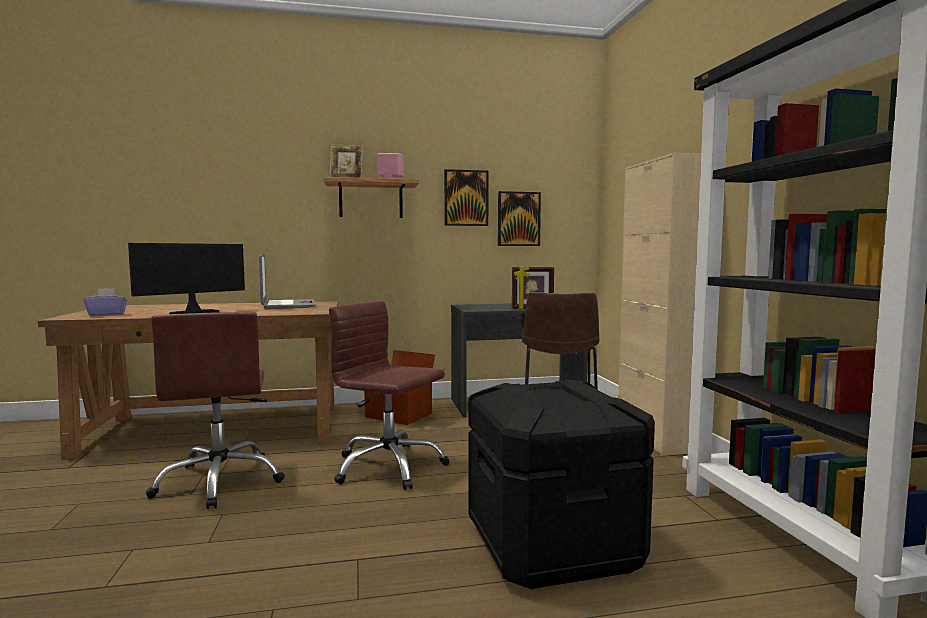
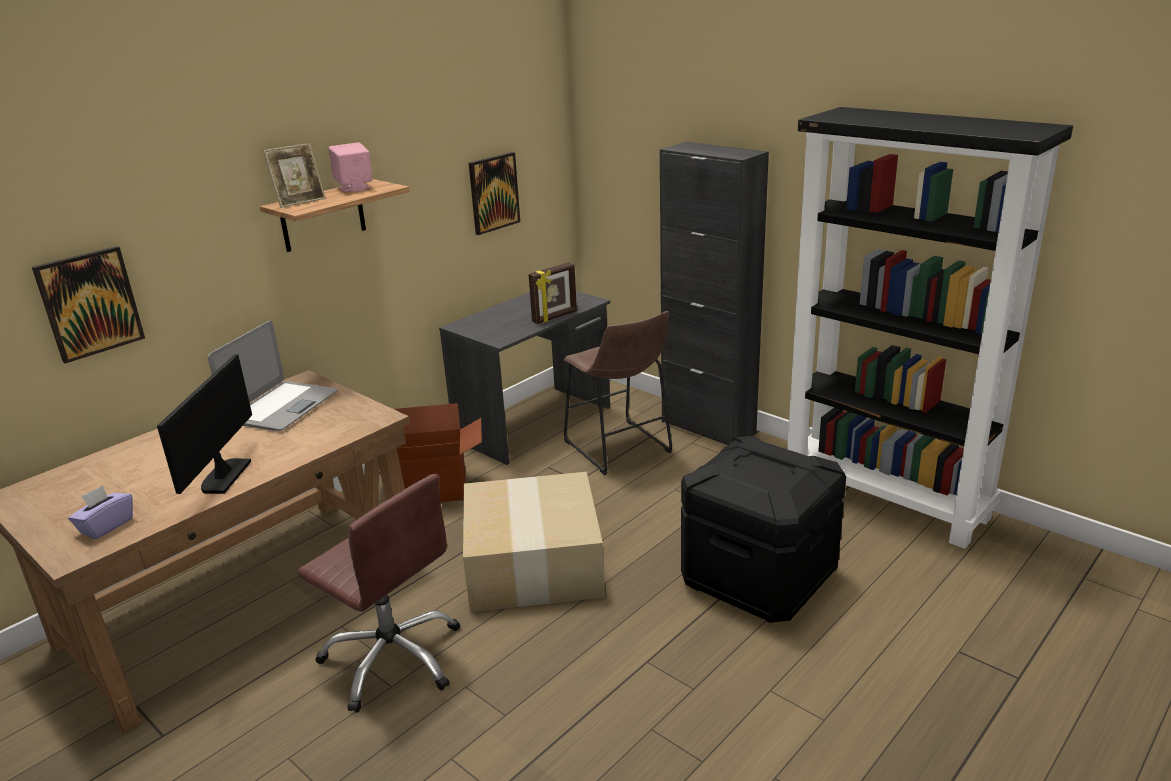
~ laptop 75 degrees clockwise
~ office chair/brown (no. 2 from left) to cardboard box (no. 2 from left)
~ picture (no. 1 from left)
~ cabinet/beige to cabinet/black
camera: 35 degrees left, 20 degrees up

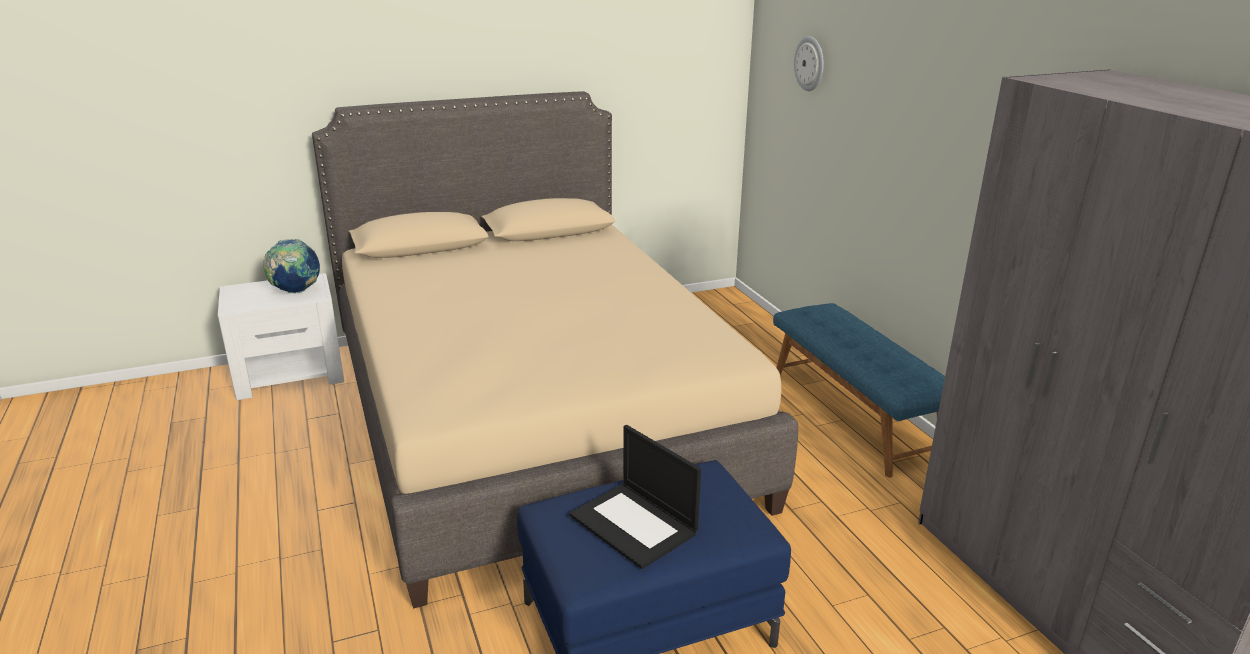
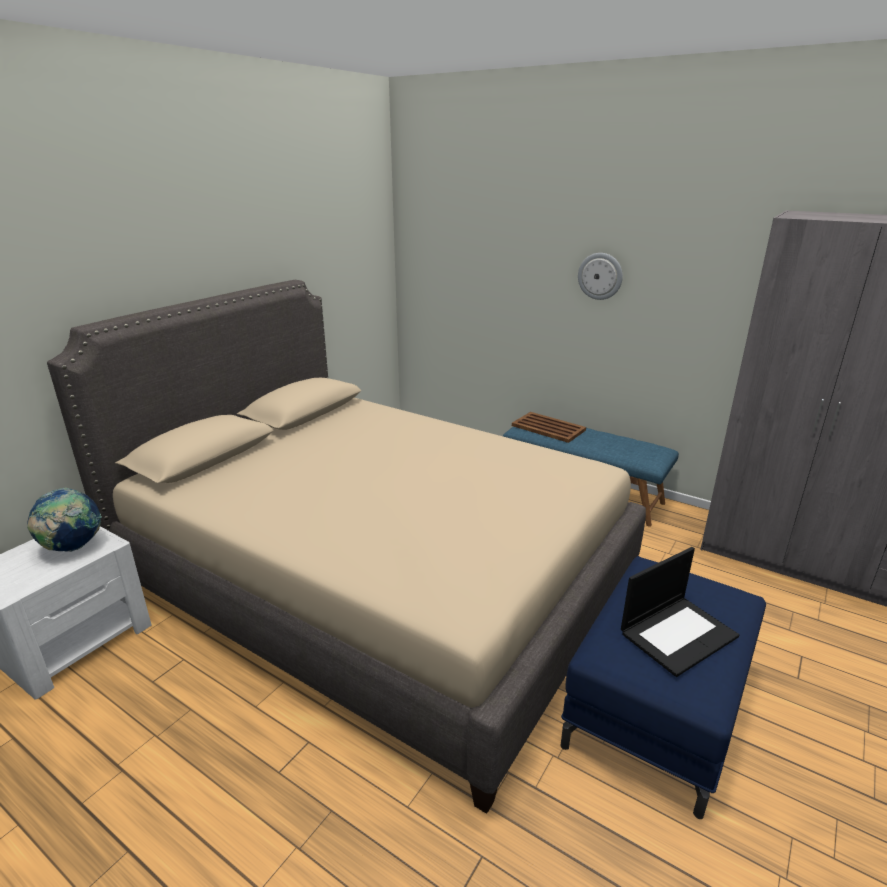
~ laptop 45 degrees counterclockwise
~ wall clock
+ tray/brown
camera: 35 degrees left, 0 degrees up

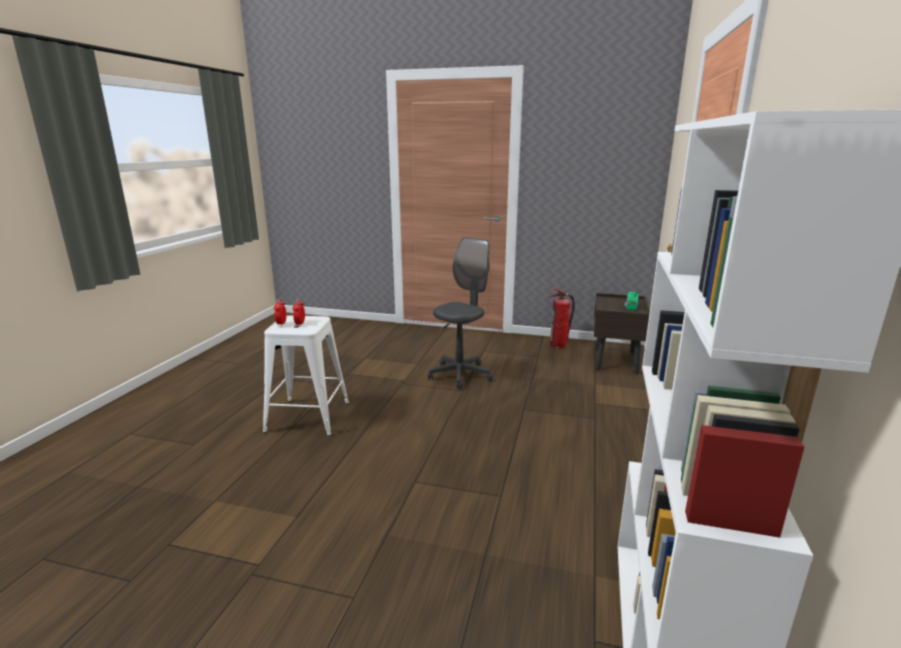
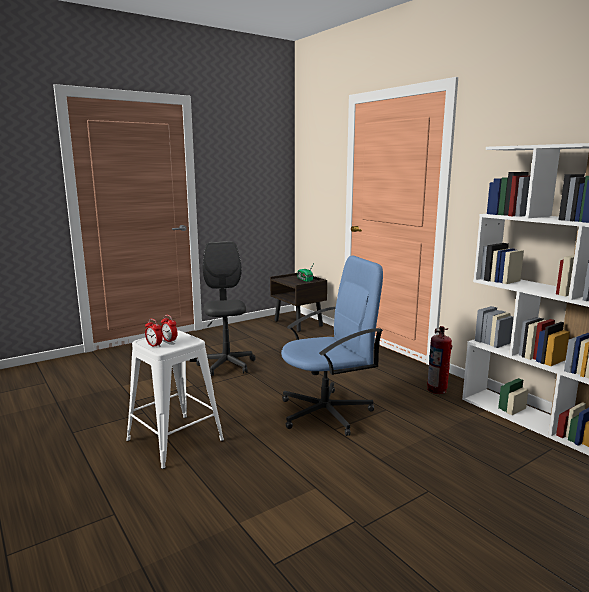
~ fire extinguisher
+ office chair/blue
camera: 50 degrees left, 5 degrees down

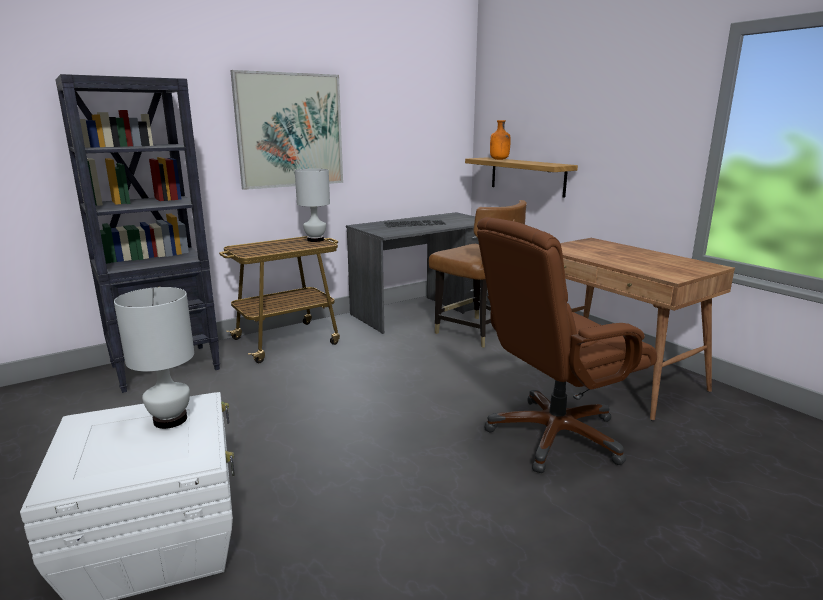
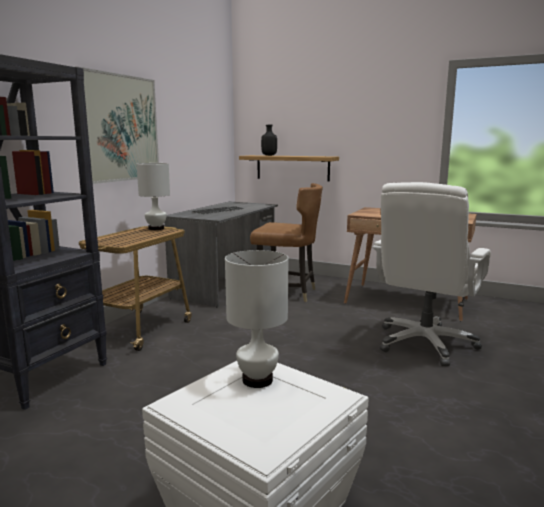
~ office chair/brown to office chair/white
~ bottle/orange to bottle/black
camera: 30 degrees left, 5 degrees down

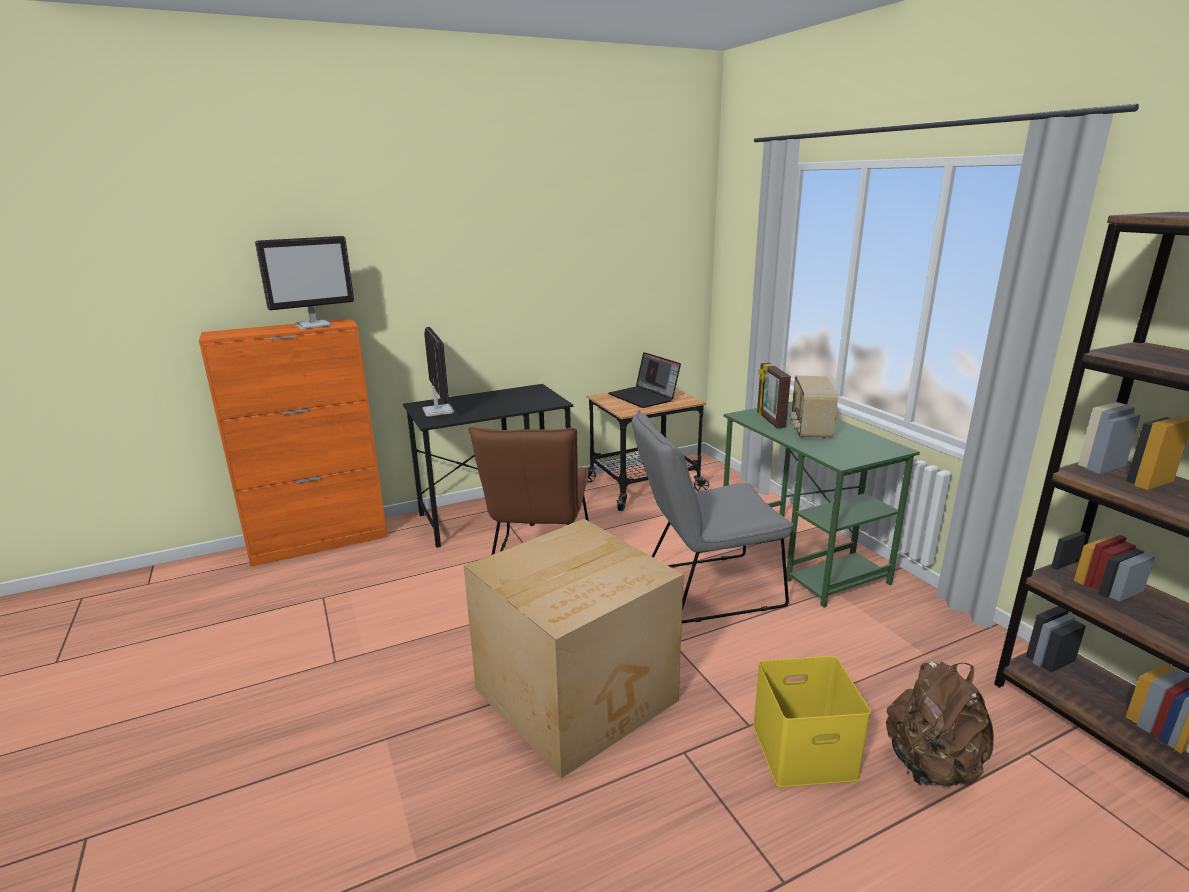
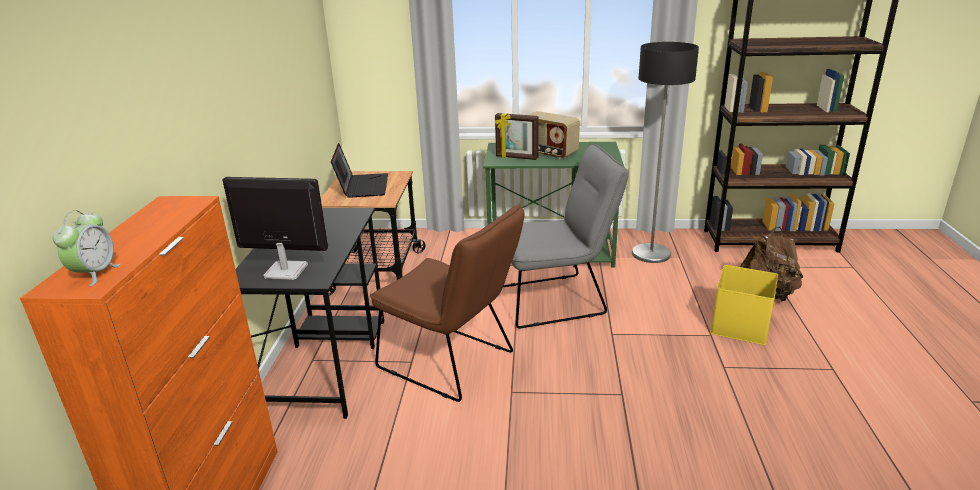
- monitor (no. 1 from left)
- cardboard box
~ laptop 90 degrees counterclockwise
~ chair/grey 120 degrees counterclockwise
+ alarm clock
+ floor lamp
camera: 60 degrees left, 5 degrees up

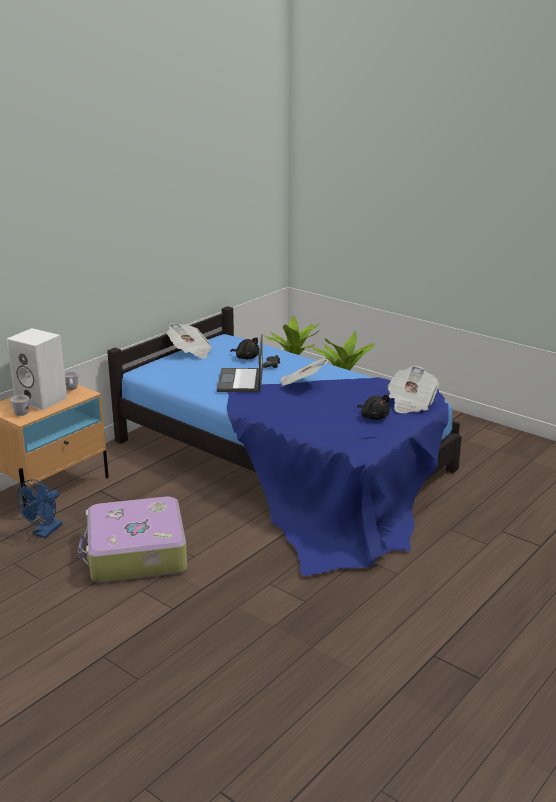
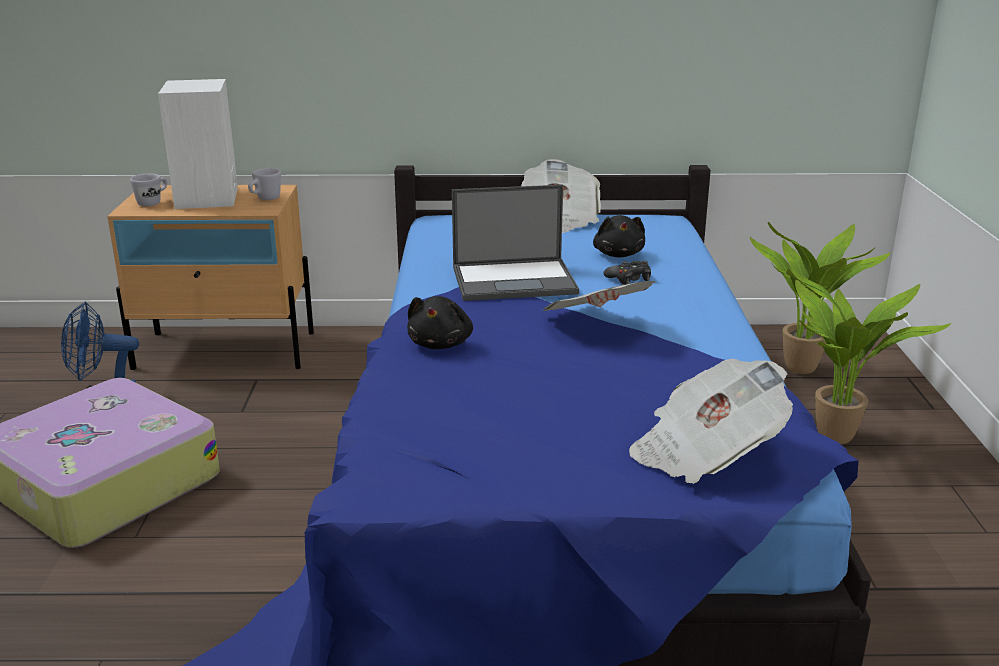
~ laptop 150 degrees counterclockwise
~ plush toy/black (no. 2 from left in the first image) to plush toy/black (no. 1 from left)
camera: 50 degrees right, 0 degrees up

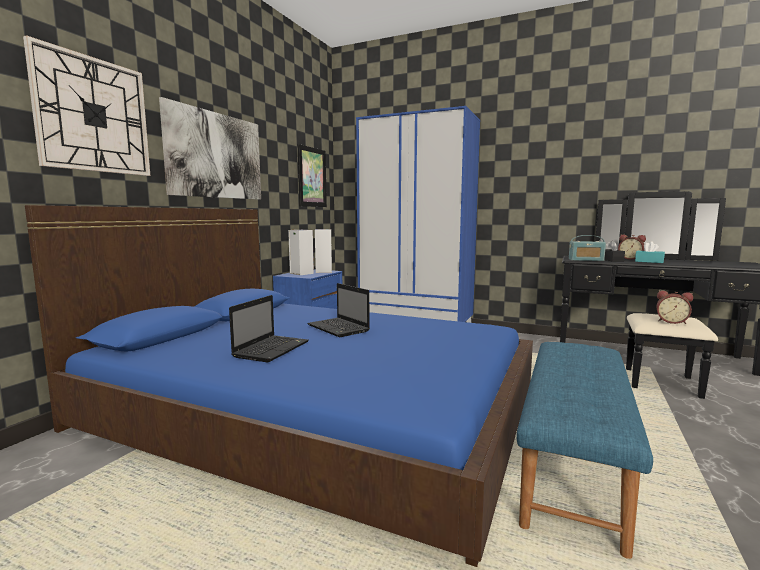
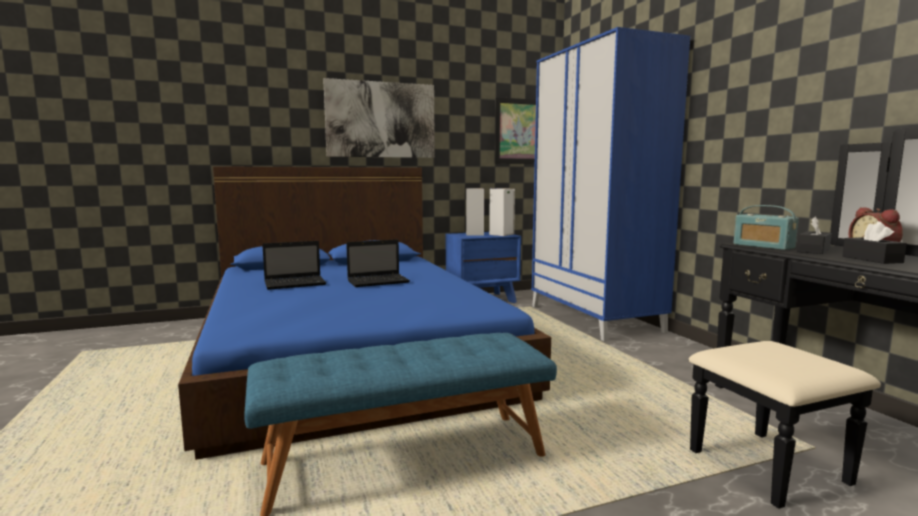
- wall clock
~ laptop (no. 2 from left) 120 degrees counterclockwise
~ tissue box/turquoise to tissue box/black (no. 2 from left)
- alarm clock (no. 2 from left)
camera: 45 degrees right, 0 degrees up

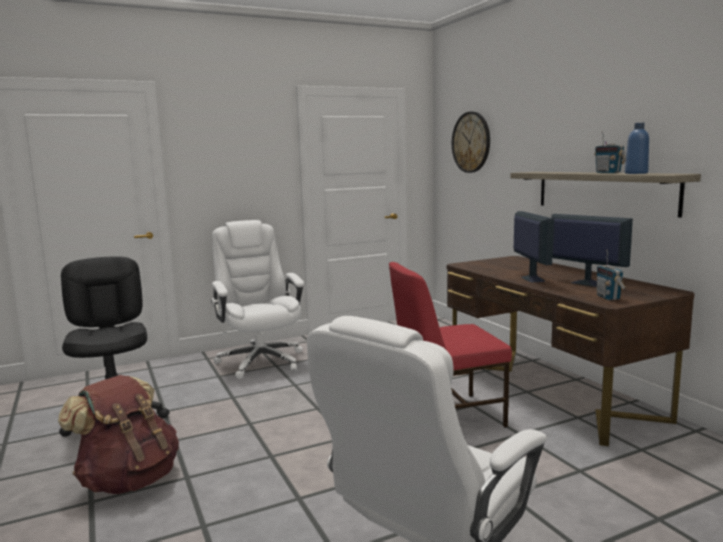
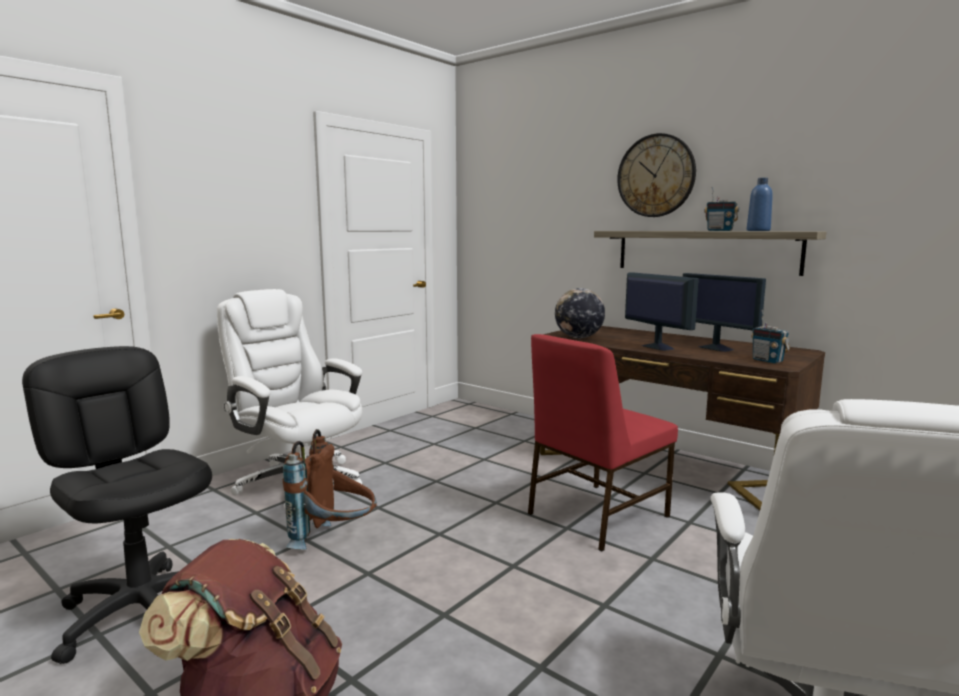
~ wall clock
~ monitor (no. 2 from left) 150 degrees counterclockwise
+ backpack/brown (no. 2 from left)
+ globe
camera: 25 degrees left, 0 degrees up

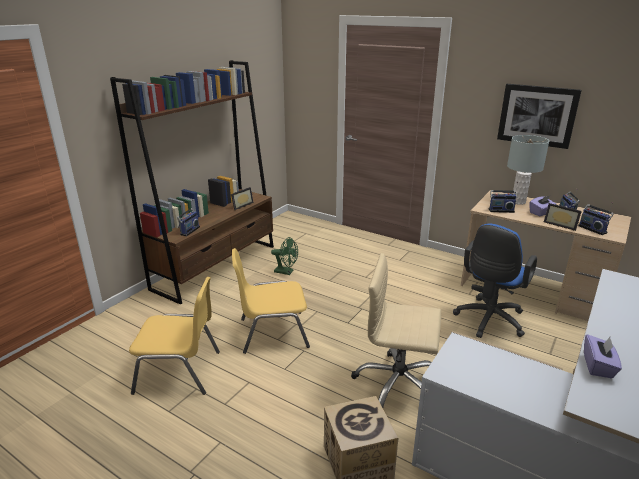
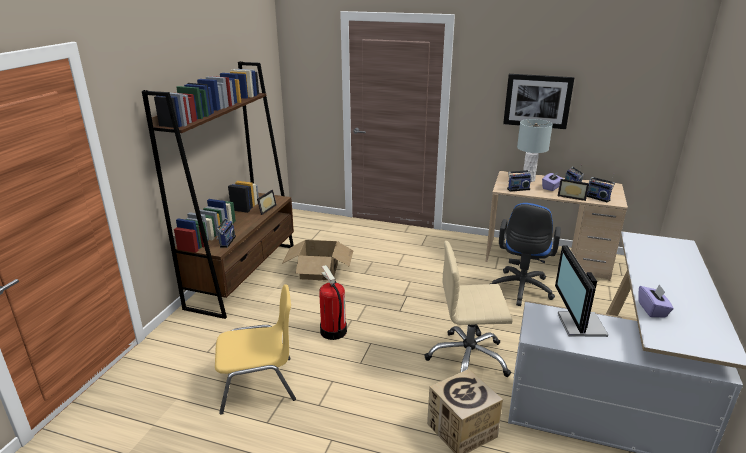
~ chair/yellow (no. 2 from left) to fire extinguisher
~ fan/green to cardboard box (no. 1 from left)
+ monitor
camera: 15 degrees left, 0 degrees up

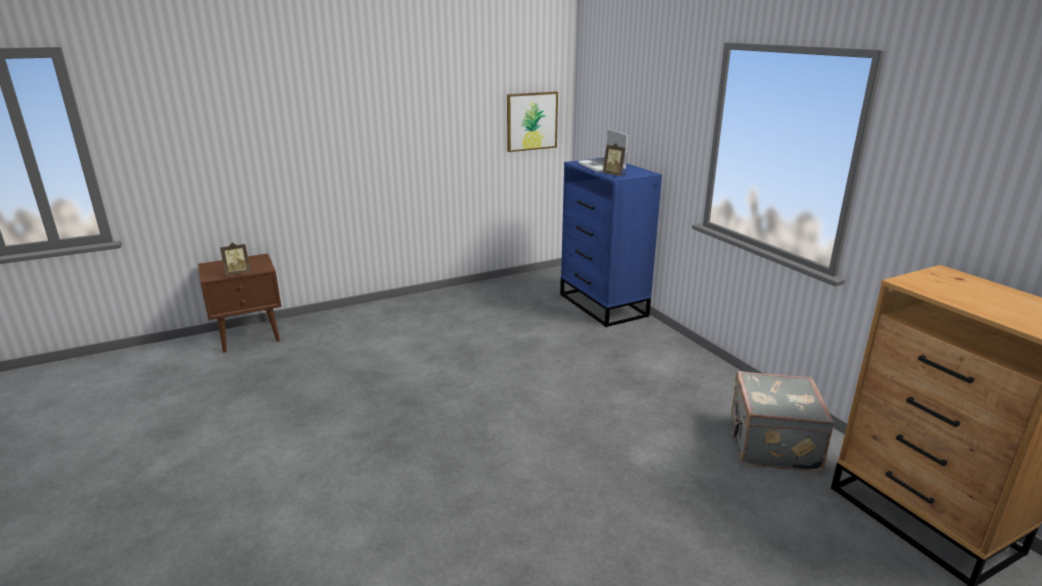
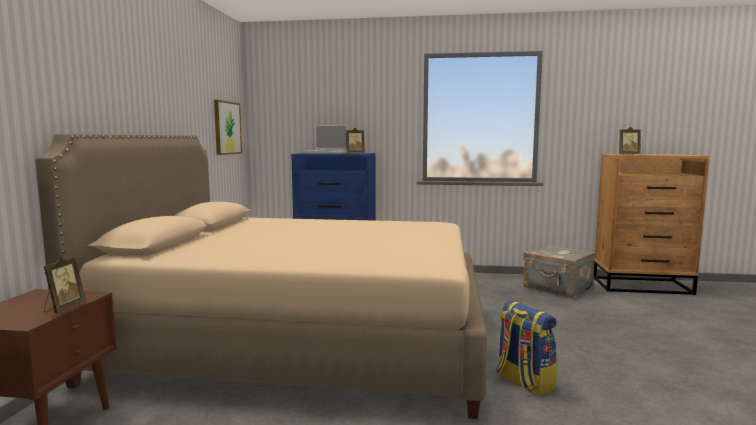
+ bed/beige
+ backpack
+ picture frame (no. 3 from left)
camera: 55 degrees left, 15 degrees down

